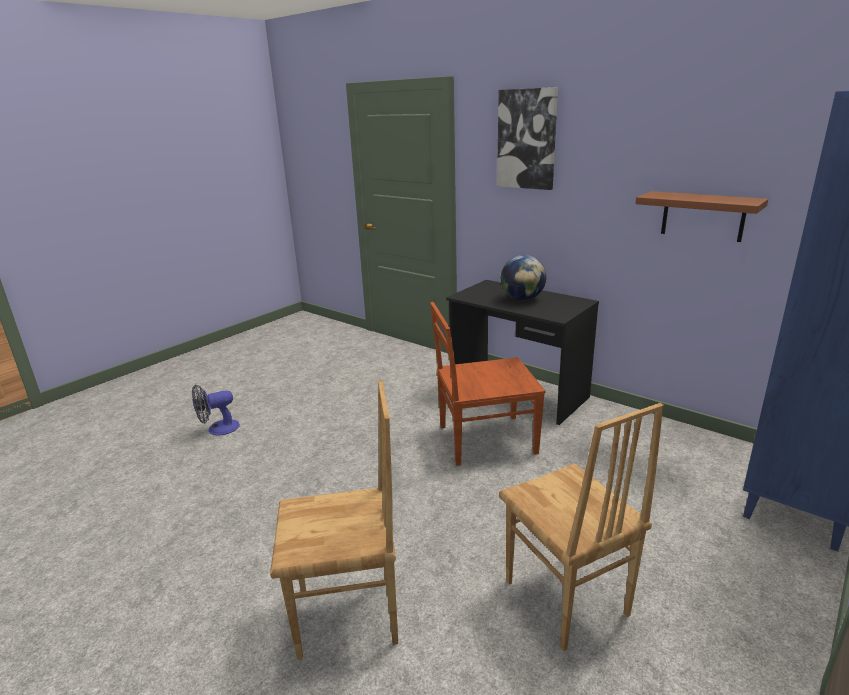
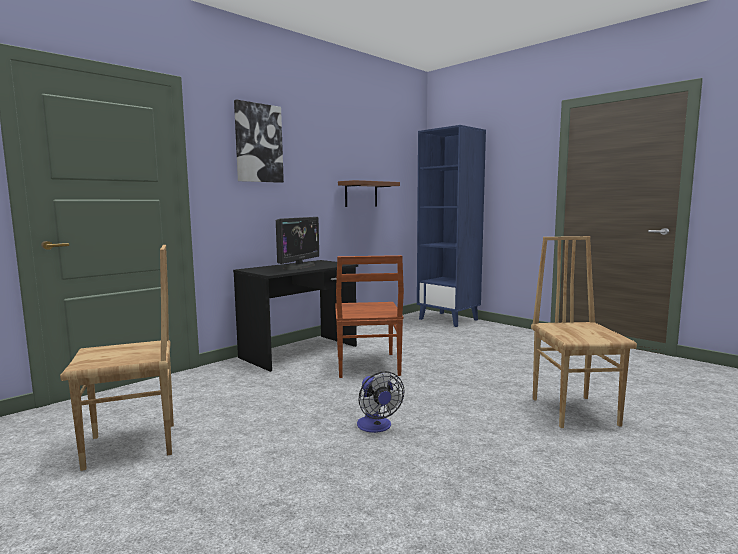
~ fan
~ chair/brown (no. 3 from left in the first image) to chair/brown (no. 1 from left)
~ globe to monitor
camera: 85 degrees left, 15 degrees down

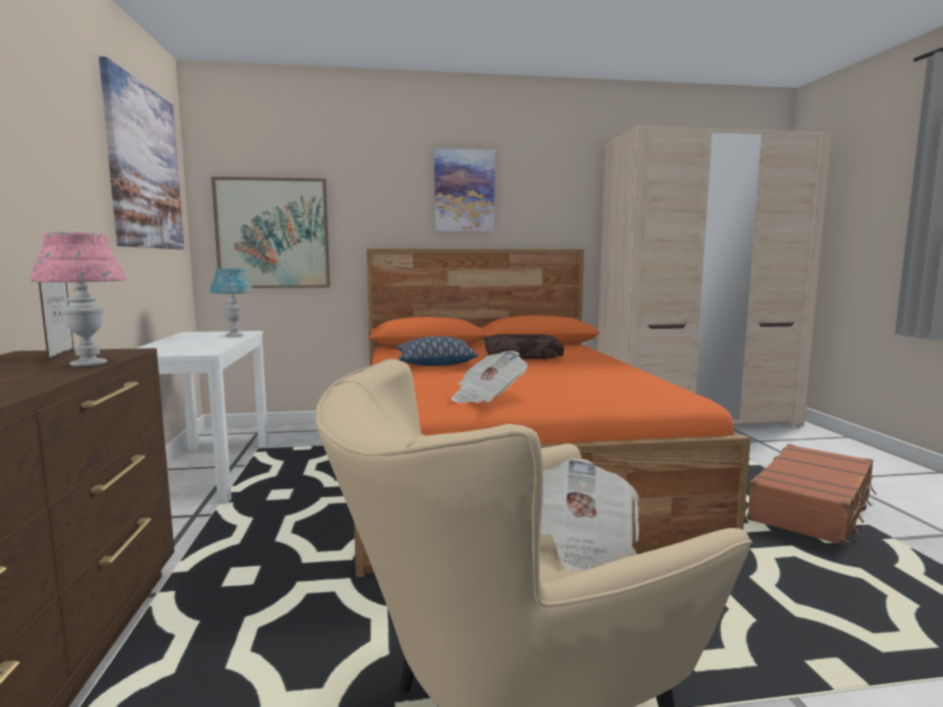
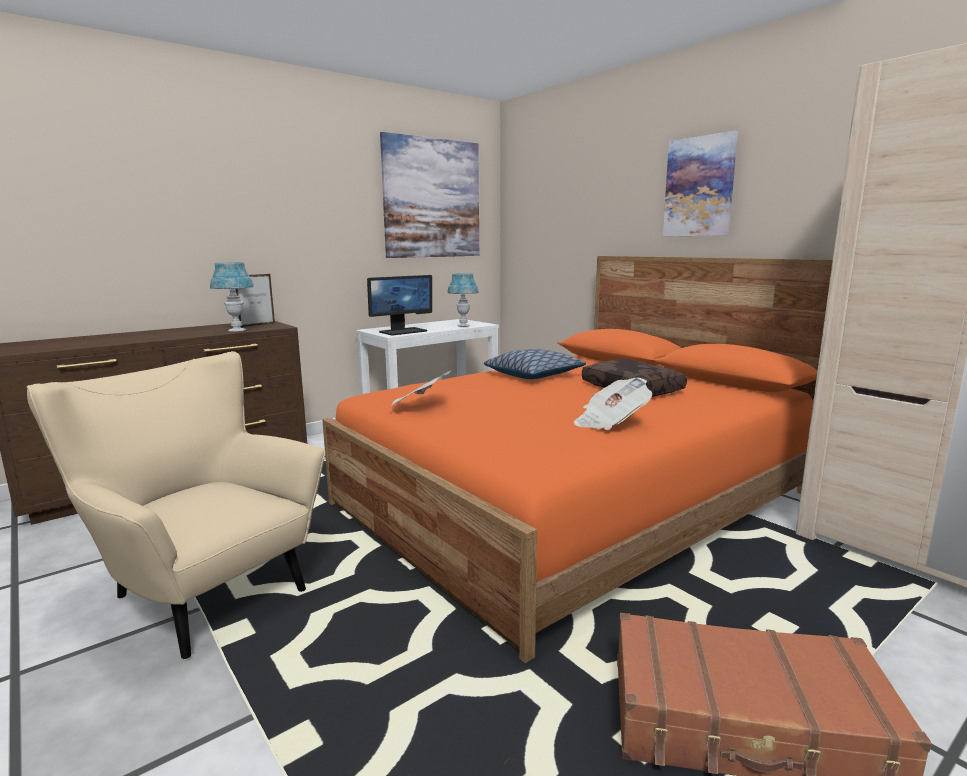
~ table lamp/pink to table lamp/blue (no. 1 from left)
- picture (no. 2 from left)
~ newspaper (no. 2 from left)
+ monitor
camera: 60 degrees right, 5 degrees up

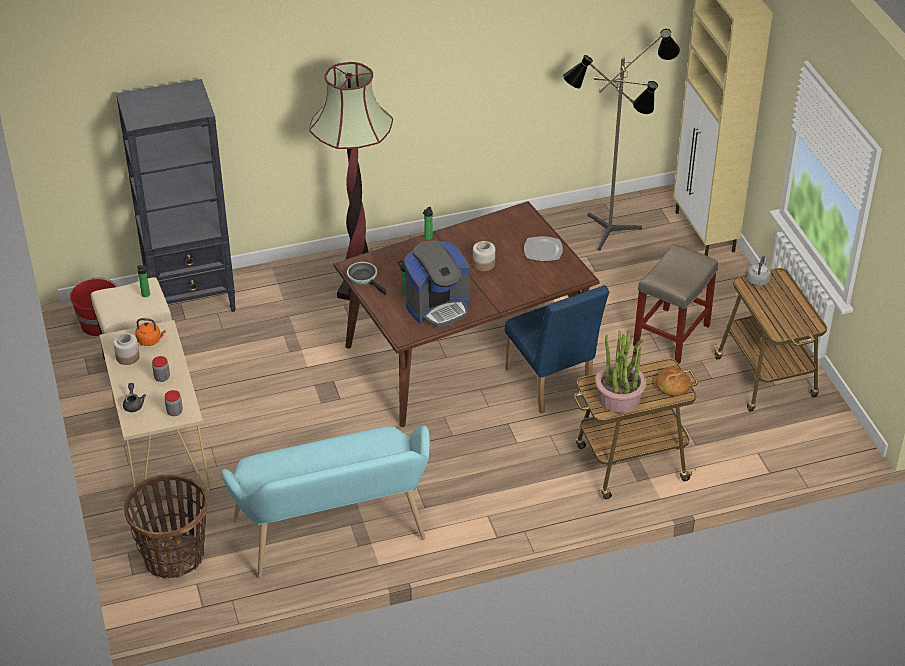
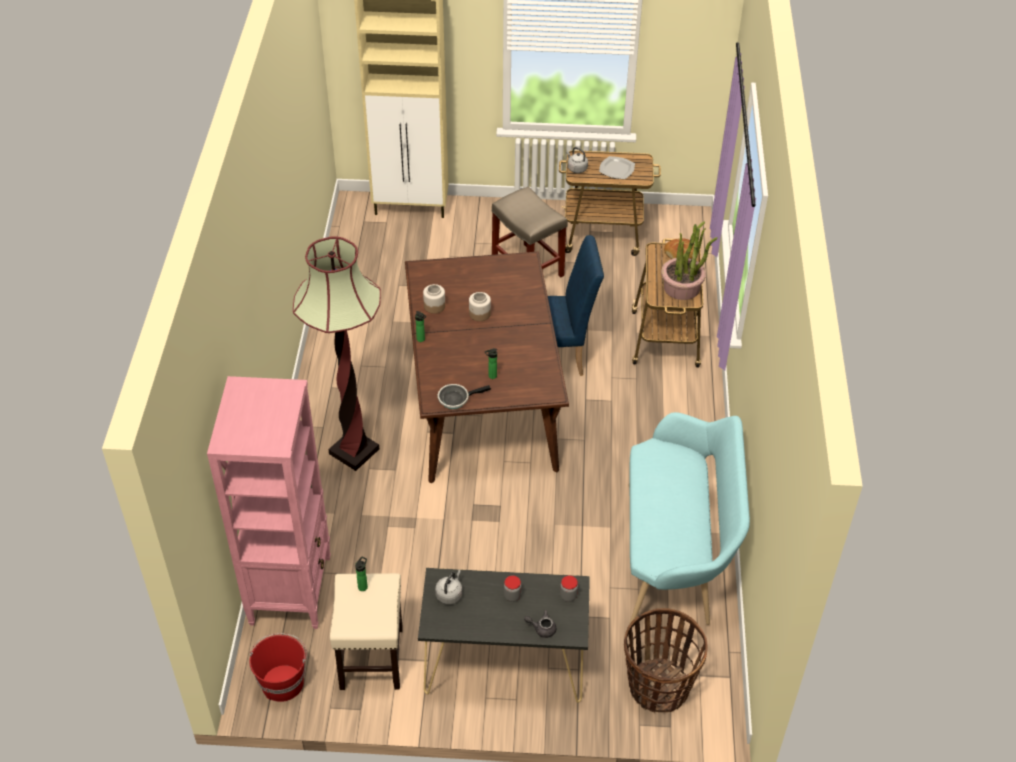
~ console table/beige to console table/black
~ jar (no. 1 from left)
~ bookcase/black to bookcase/pink
~ kettle/orange to kettle/grey (no. 1 from left)
- coffee machine
~ plate
- floor lamp (no. 2 from left)
camera: 70 degrees left, 5 degrees up

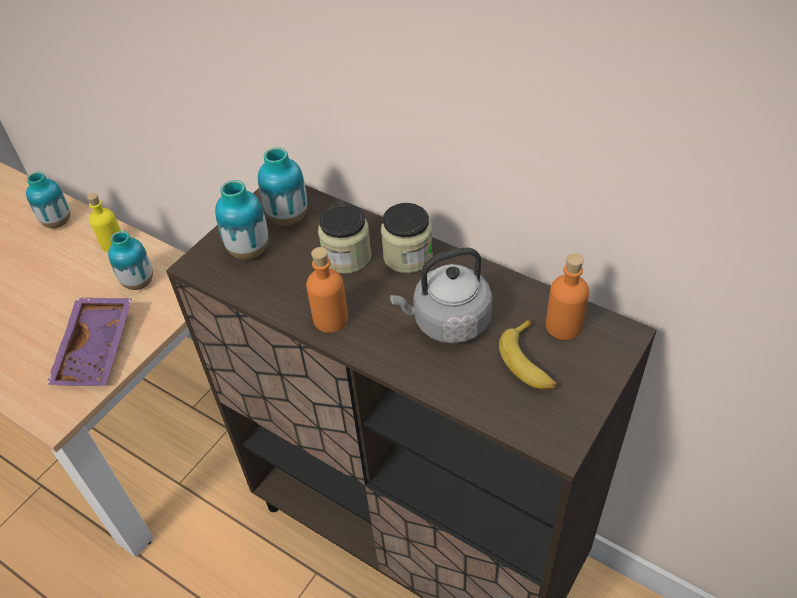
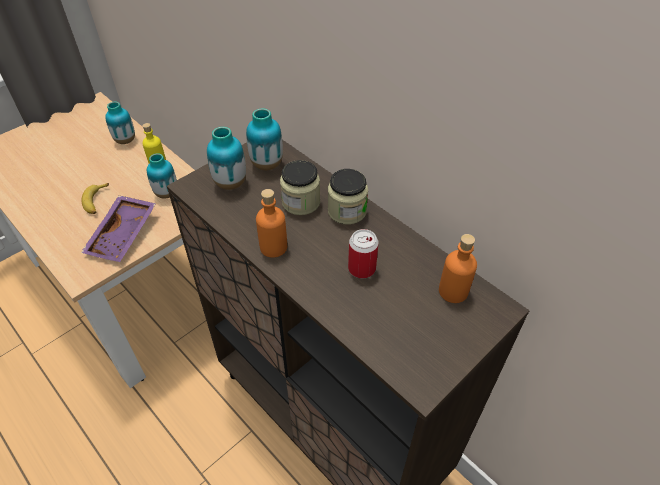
~ kettle/grey to can
~ banana
camera: 10 degrees right, 0 degrees up

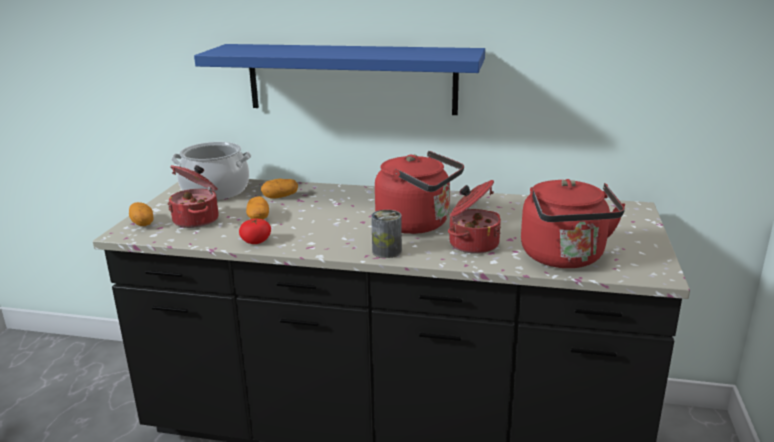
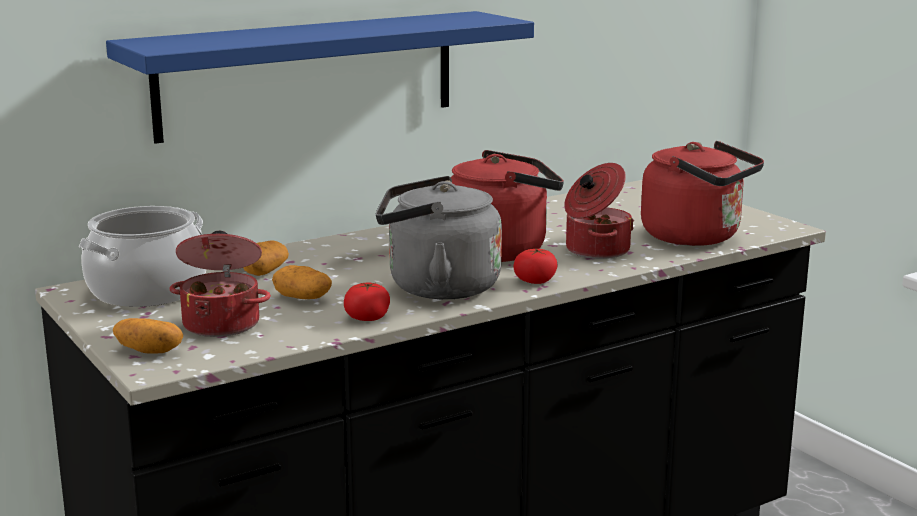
~ can to tomato (no. 2 from left)
+ kettle/grey
camera: 45 degrees left, 5 degrees down

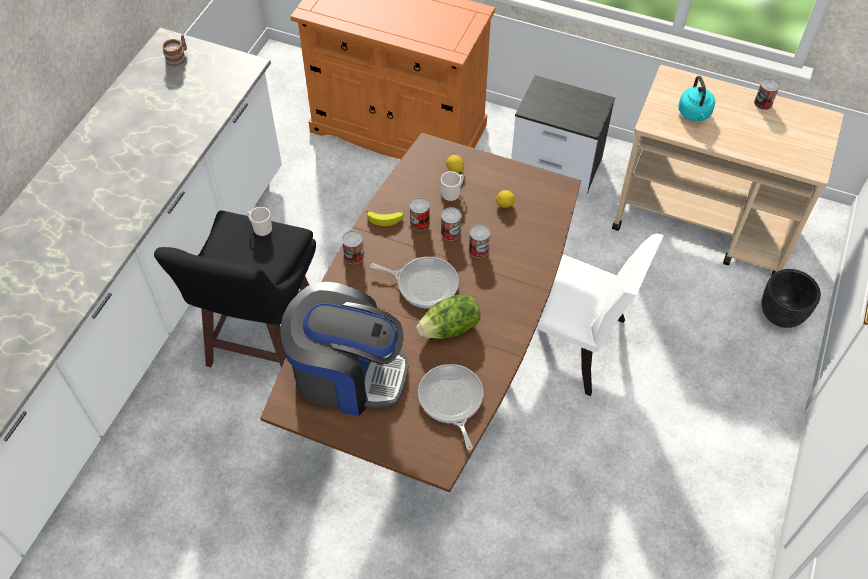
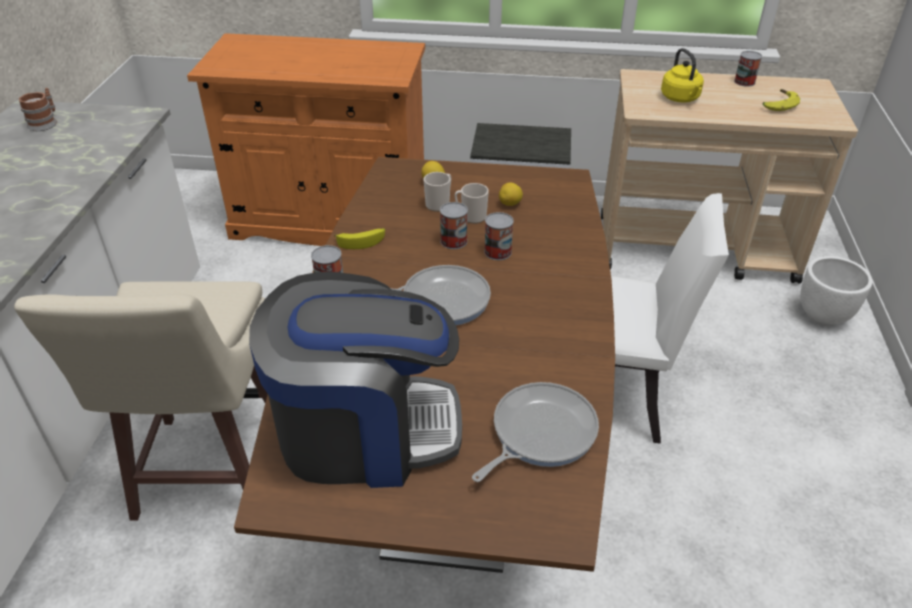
~ stool/black to stool/beige
~ mug (no. 2 from left in the first image) to mug (no. 3 from left)
- can (no. 2 from left)
- lettuce
~ frying pan (no. 2 from left) 75 degrees clockwise
~ kettle/turquoise to kettle/yellow
~ planter/black to planter/white
+ banana (no. 2 from left)
camera: 15 degrees left, 15 degrees down

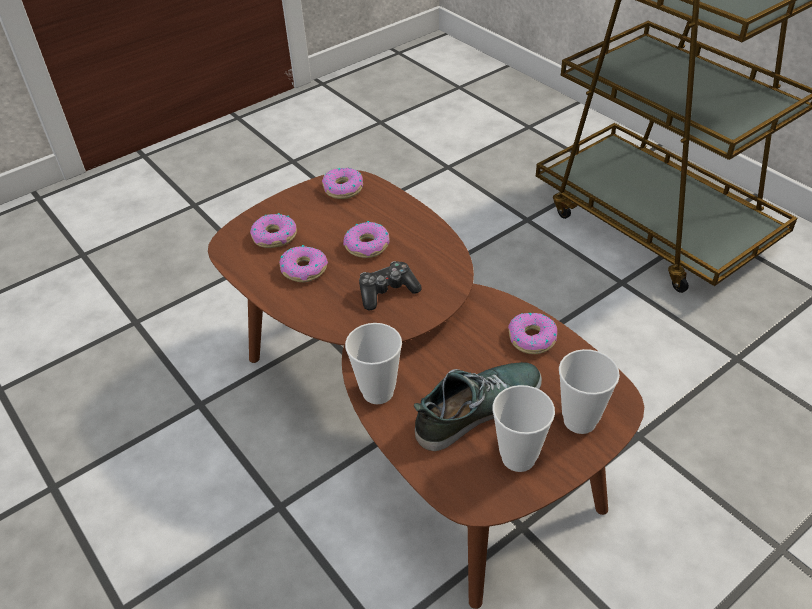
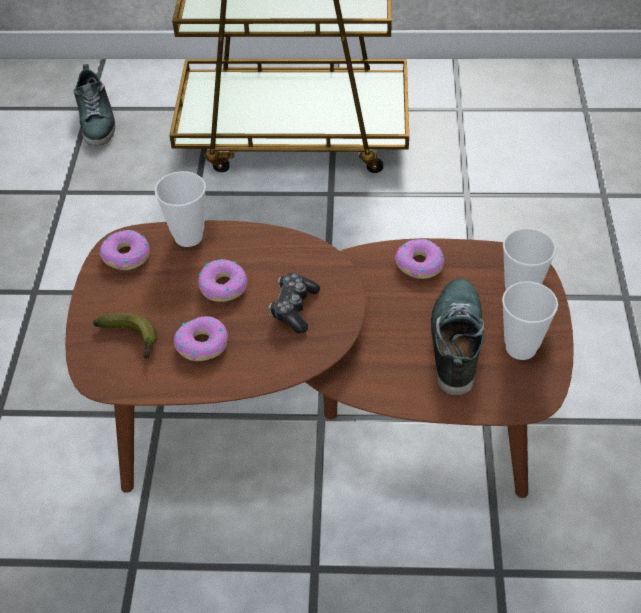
~ donut (no. 1 from left) to banana
~ cup (no. 1 from left)
+ shoe (no. 1 from left)
camera: 50 degrees left, 5 degrees up

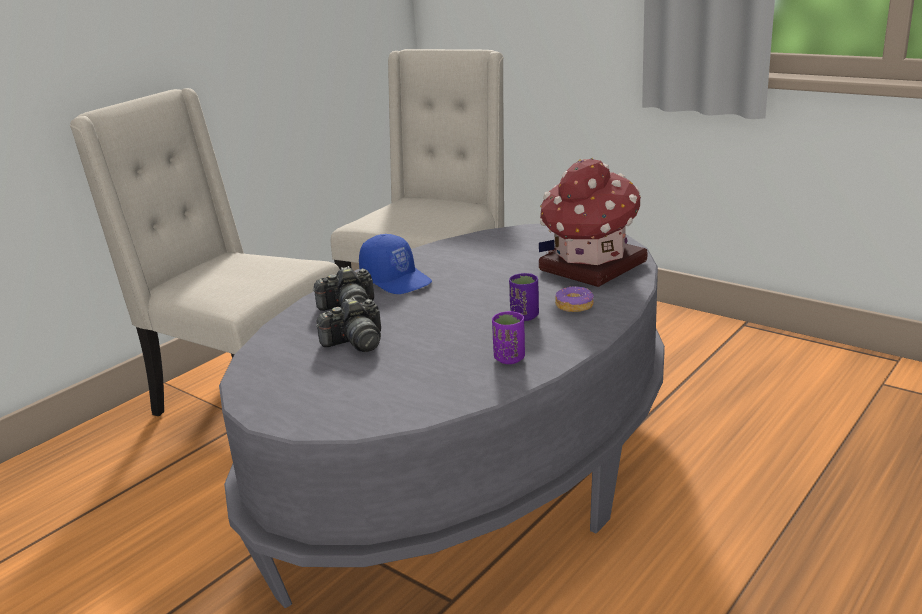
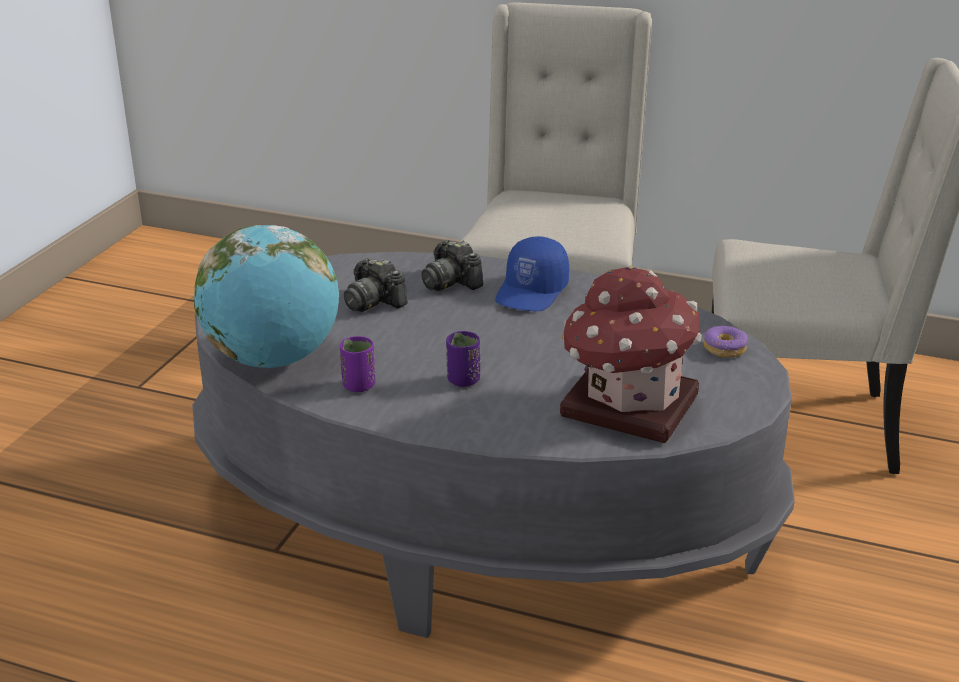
~ donut
+ globe
camera: 70 degrees right, 5 degrees up

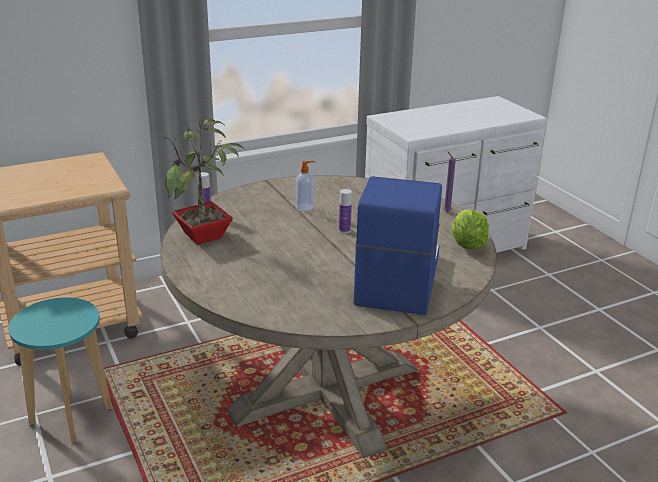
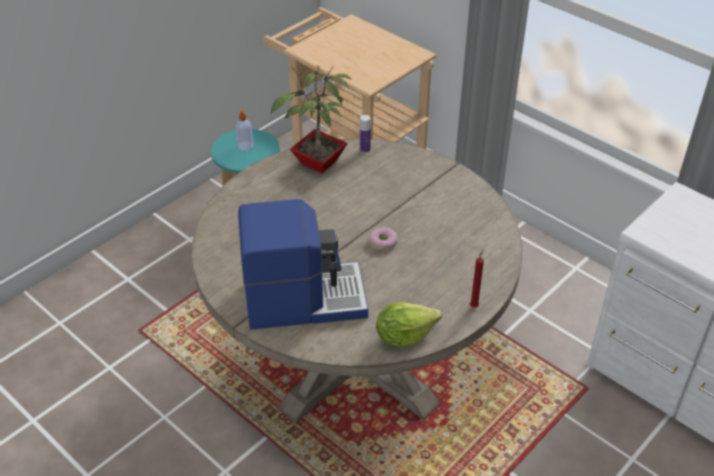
~ soap dispenser
~ bottle (no. 2 from left) to donut
~ candle/purple to candle/red
camera: 70 degrees right, 15 degrees up

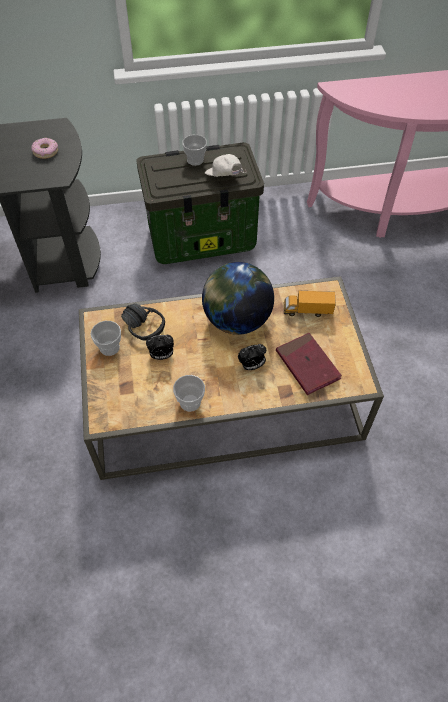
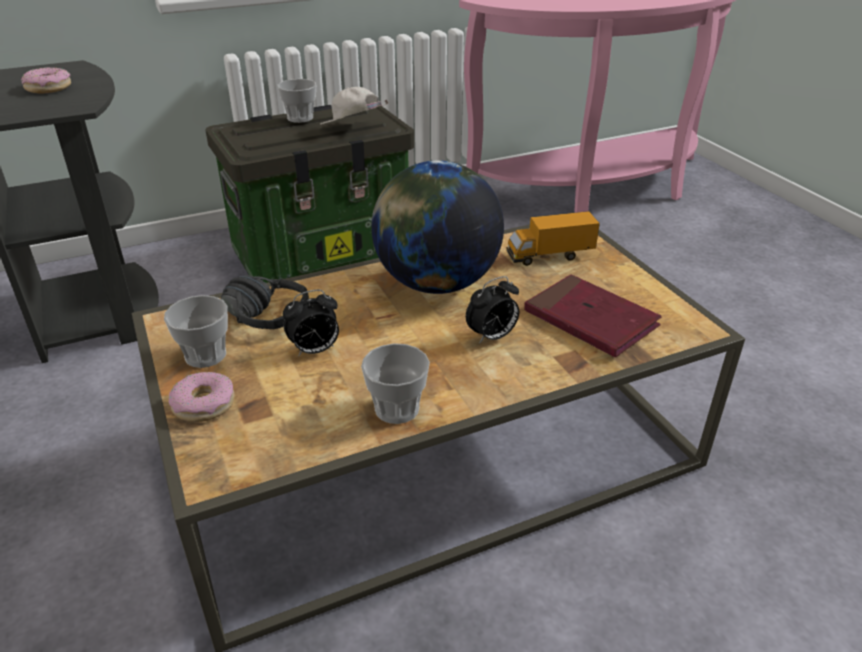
+ donut (no. 2 from left)
camera: 15 degrees left, 20 degrees down

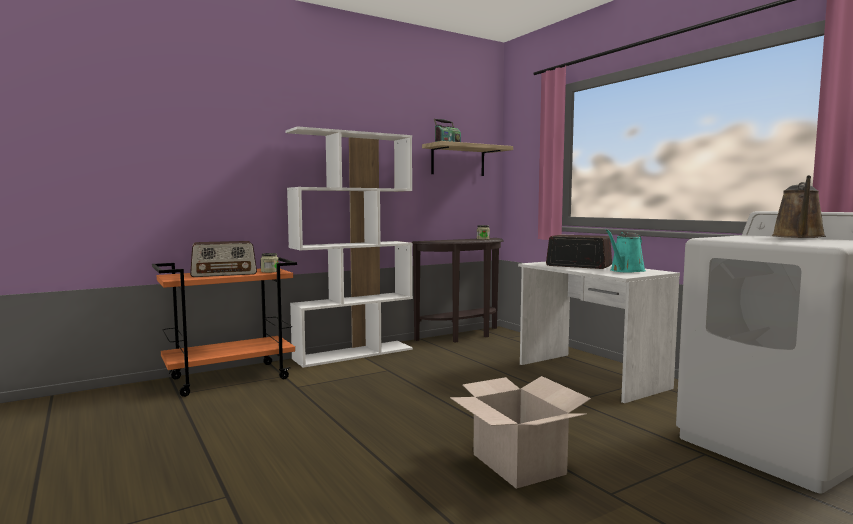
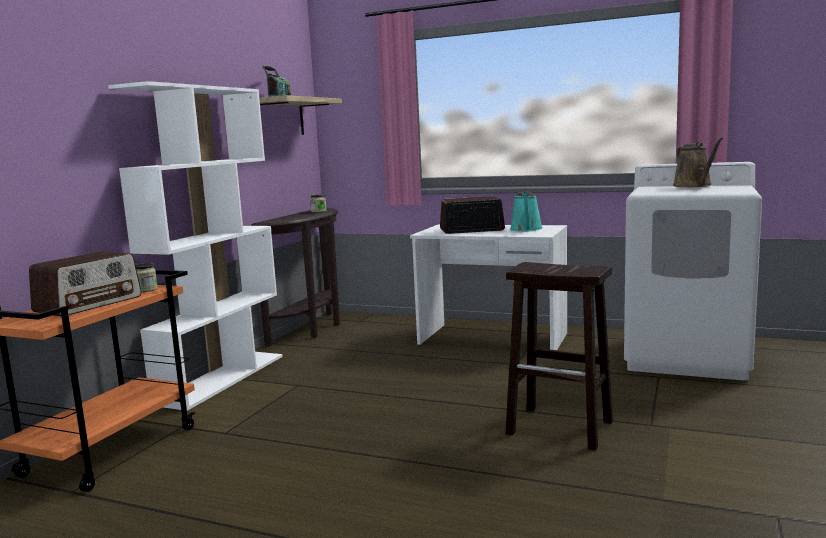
~ cardboard box to stool/brown
camera: 35 degrees left, 5 degrees up

